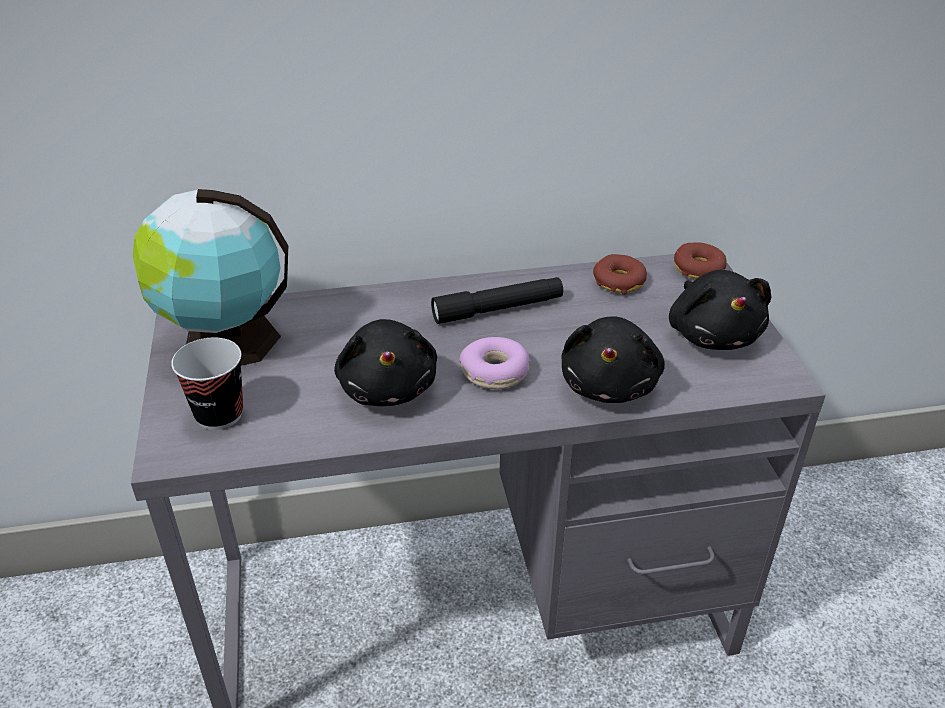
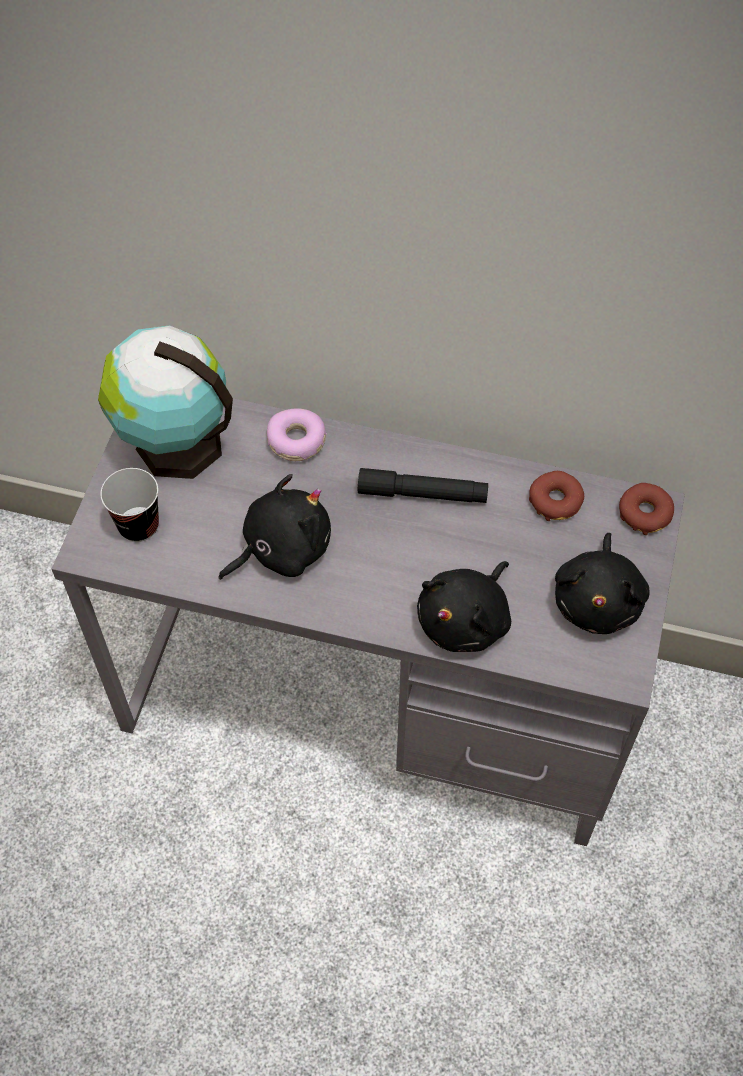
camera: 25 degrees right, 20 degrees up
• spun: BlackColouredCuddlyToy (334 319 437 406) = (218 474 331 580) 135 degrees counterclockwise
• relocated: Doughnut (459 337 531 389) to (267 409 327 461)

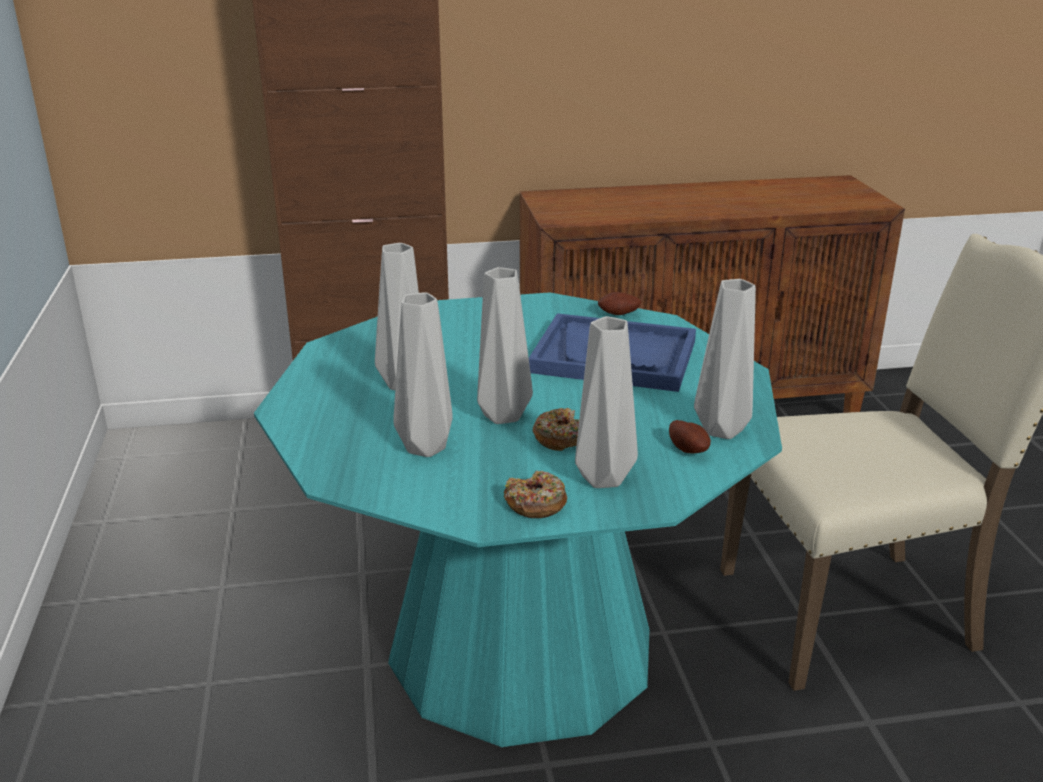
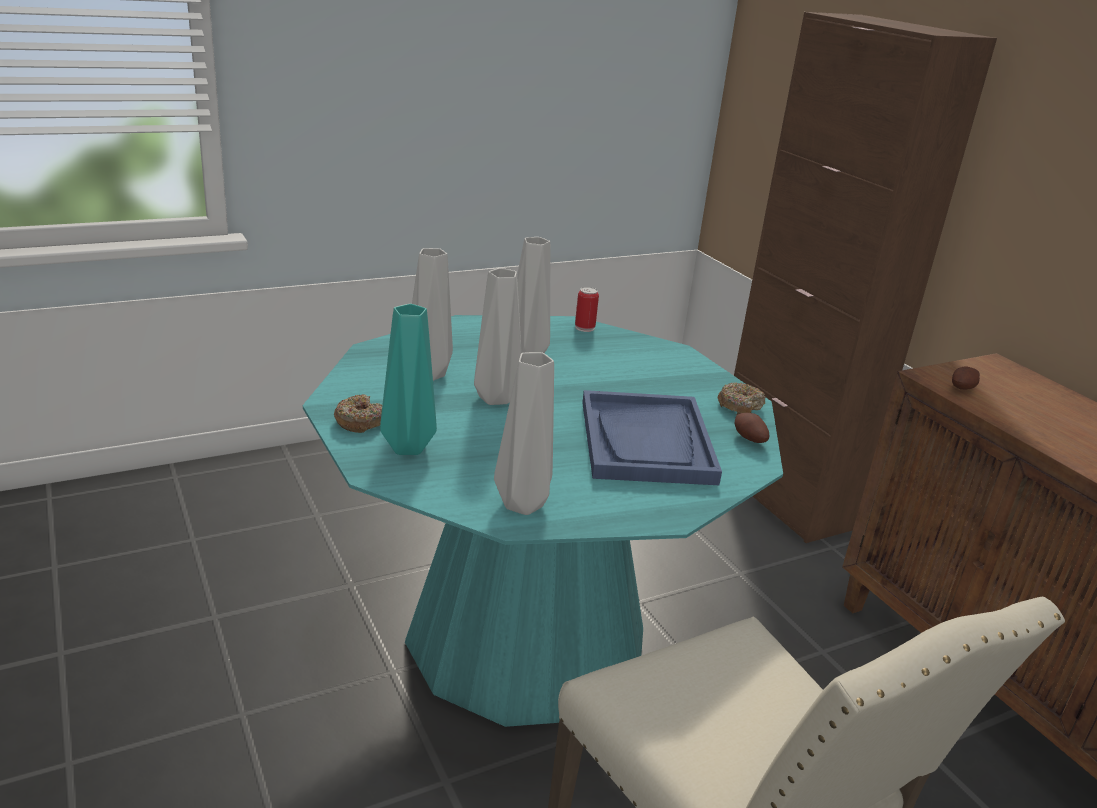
camera: 70 degrees right, 0 degrees up
• relocated: Doughnut (533 408 579 451) to (718 382 765 415)
• colour: GreyFlowerVase (575 316 638 488) to BlueGreenFlowerVase (380 304 437 455)
• relocated: Spud (669 420 711 454) to (952 366 980 390)
• appeared: MetalCan (575 287 599 332)

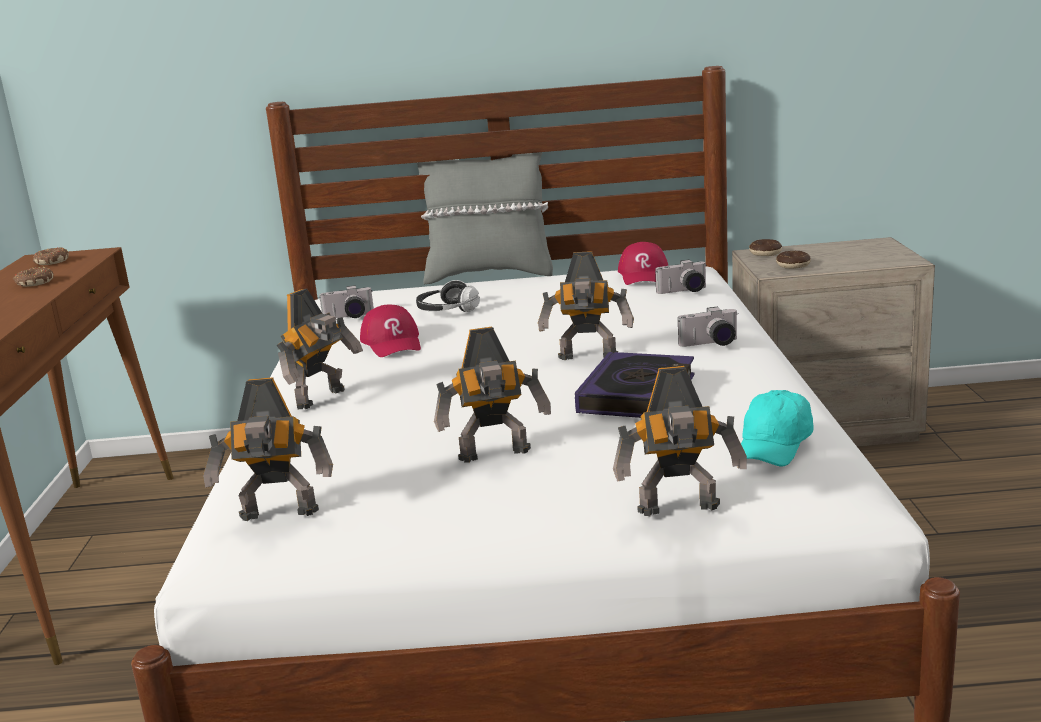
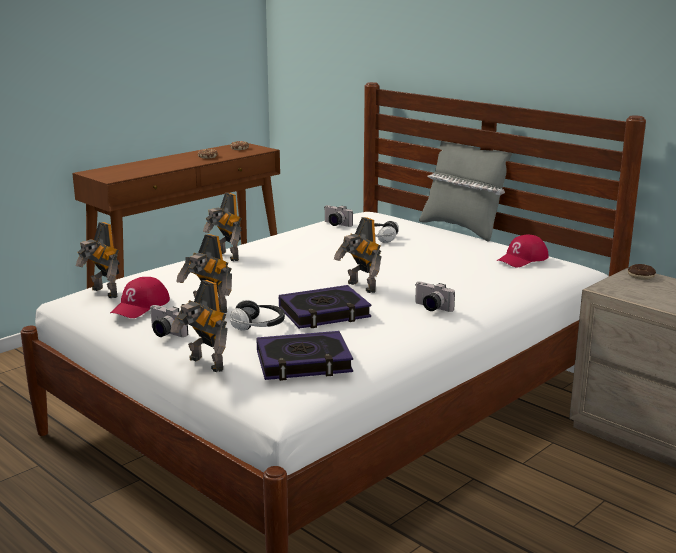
camera: 45 degrees right, 0 degrees up
• spun: RobotFigure (277 289 363 409) = (203 193 242 261) 60 degrees clockwise
• relocated: RedBaseballCap (360 305 421 357) to (110 277 170 318)
• relocated: StillCamera (655 260 707 294) to (150 305 188 337)
• exchanged: BlueGreenBaseballCap (741 390 813 467) to BoundBook (257 331 353 381)
• missing: Doughnut (776 251 811 269)
• appeared: Headset (230 300 285 331)

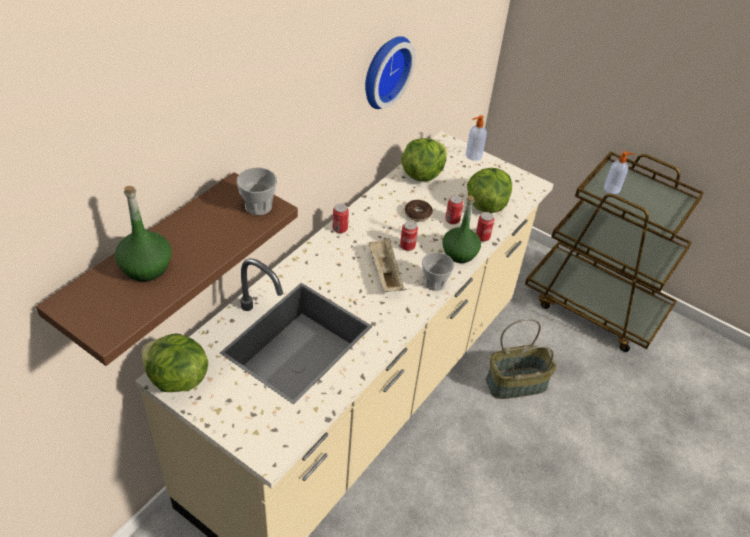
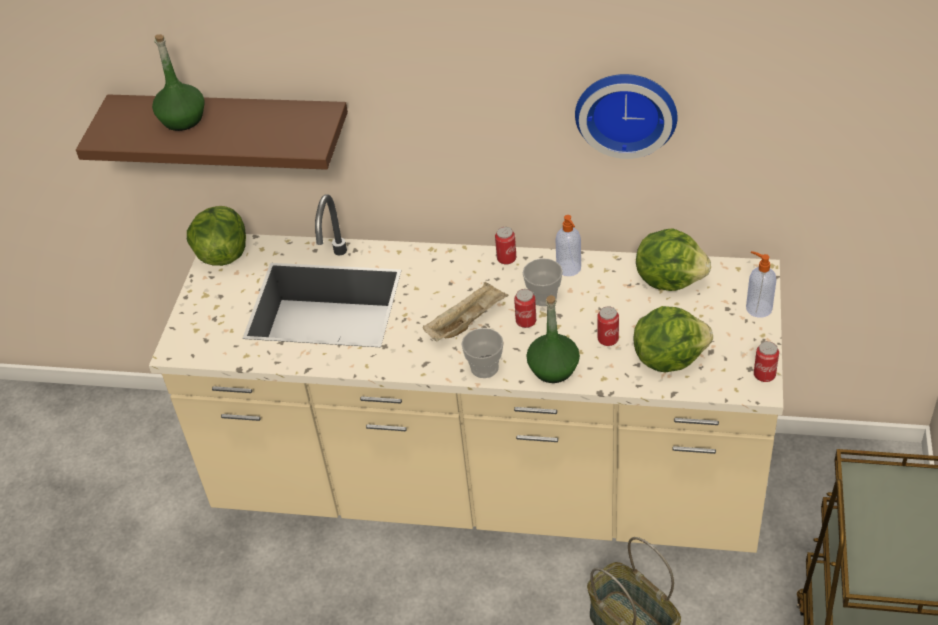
camera: 70 degrees right, 0 degrees up
• relocated: DrinkingCup (237 168 277 215) to (523 258 563 306)
• missing: Doughnut (405 200 433 221)
• relocated: MetalCan (476 212 494 241) to (754 341 779 382)
• relocated: LiquidSoapBottle (604 151 635 194) to (555 215 581 276)

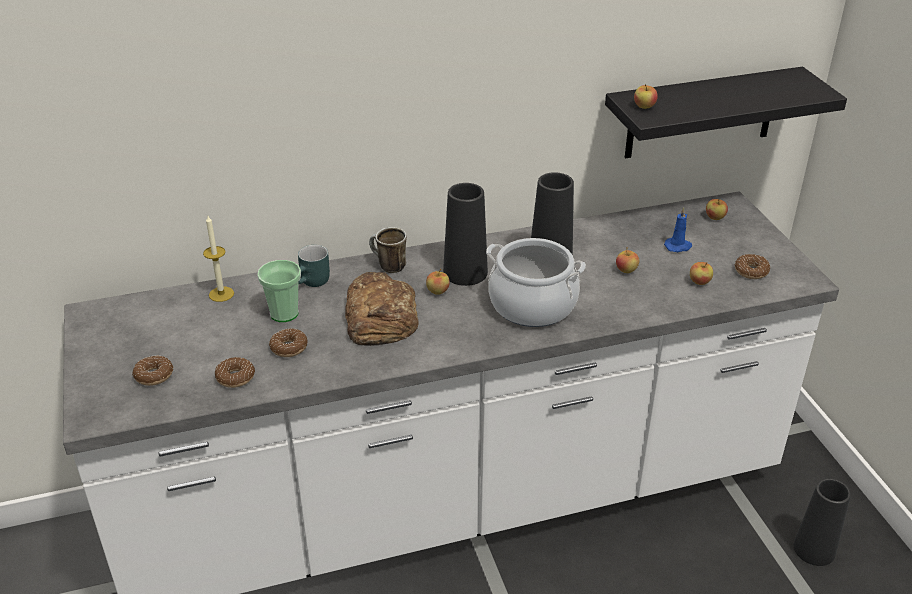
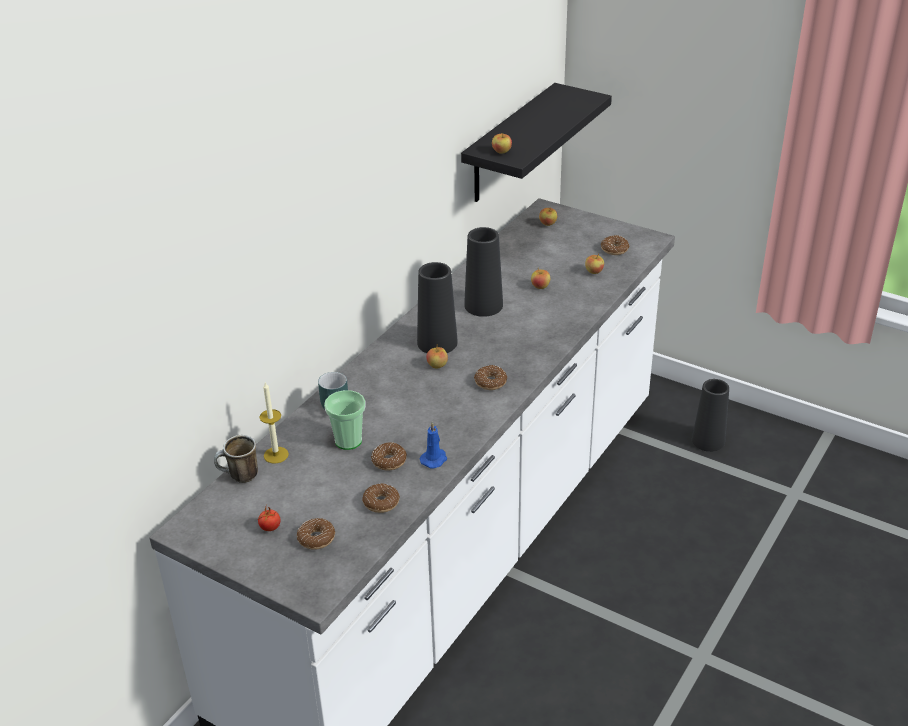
camera: 40 degrees left, 0 degrees up
• missing: BakeryBread (345 272 419 346)
• relocated: Mug (369 227 407 273) to (214 435 258 483)
• missing: CookingPot (486 238 586 327)
• relocated: BluishCandle (664 207 692 252) to (419 422 447 469)
• appeared: WholeTomato (258 507 280 531)
• appeared: Doughnut (474 365 507 390)

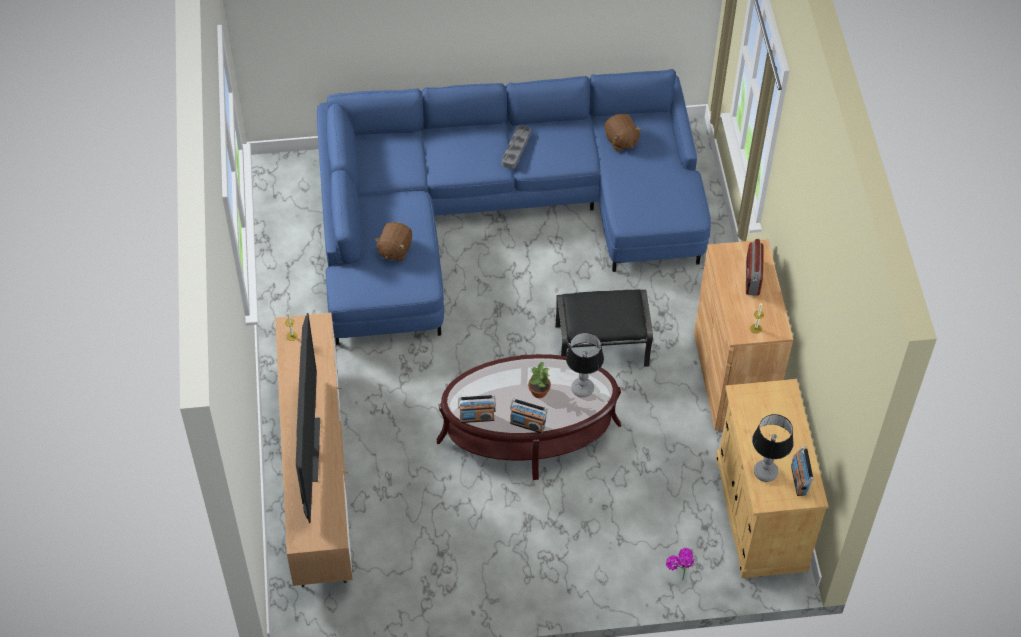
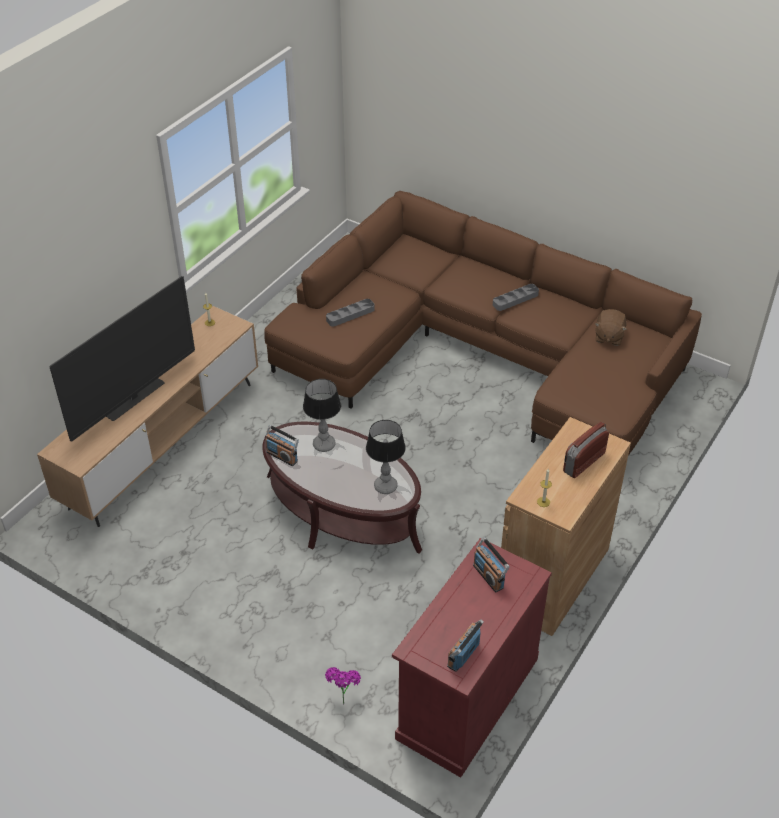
camera: 40 degrees right, 10 degrees down
• colour: BluishSofa (317 69 711 345) to BrownColouredSofa (264 191 702 456)
• exchanged: BrownColouredCuddlyToy (374 222 412 261) to GreyCarryingTray (326 299 374 327)
• relocated: RadioReceiver (510 399 548 433) to (473 537 510 592)
• missing: Houseplant (528 361 551 398)
• missing: BlackColouredFootrest (555 289 653 367)
• colour: BeigeColouredStorageCabinet (716 379 828 578) to RedStorageCabinet (392 538 552 778)
• relocated: LampForATable (752 414 794 482) to (303 379 341 452)

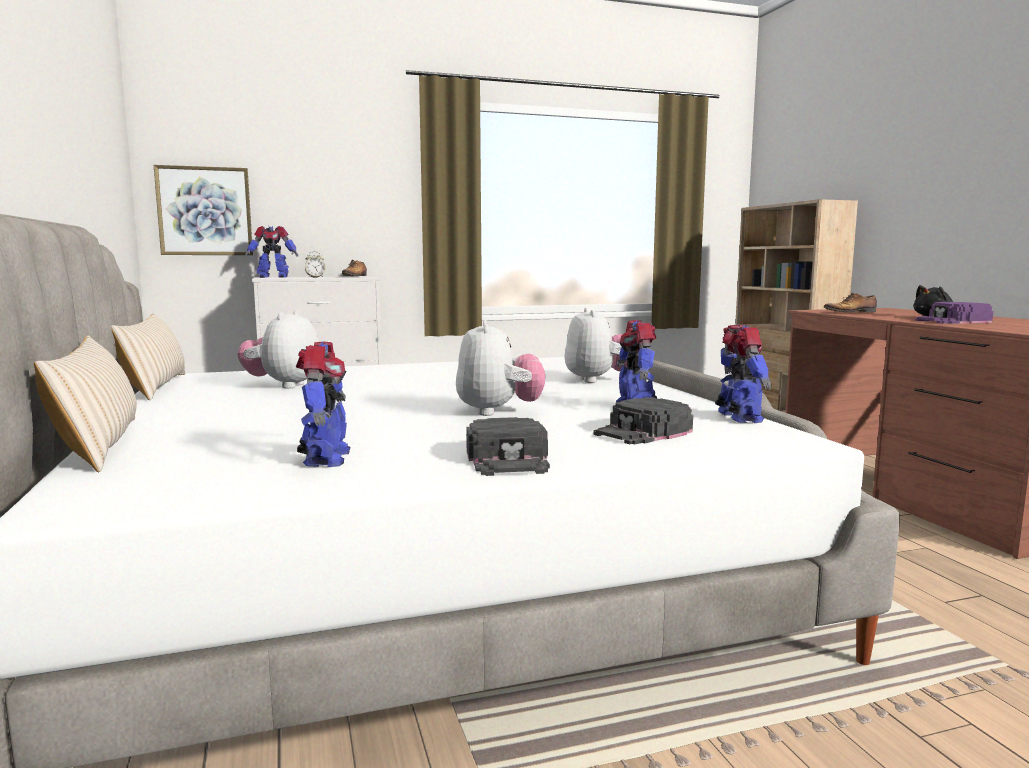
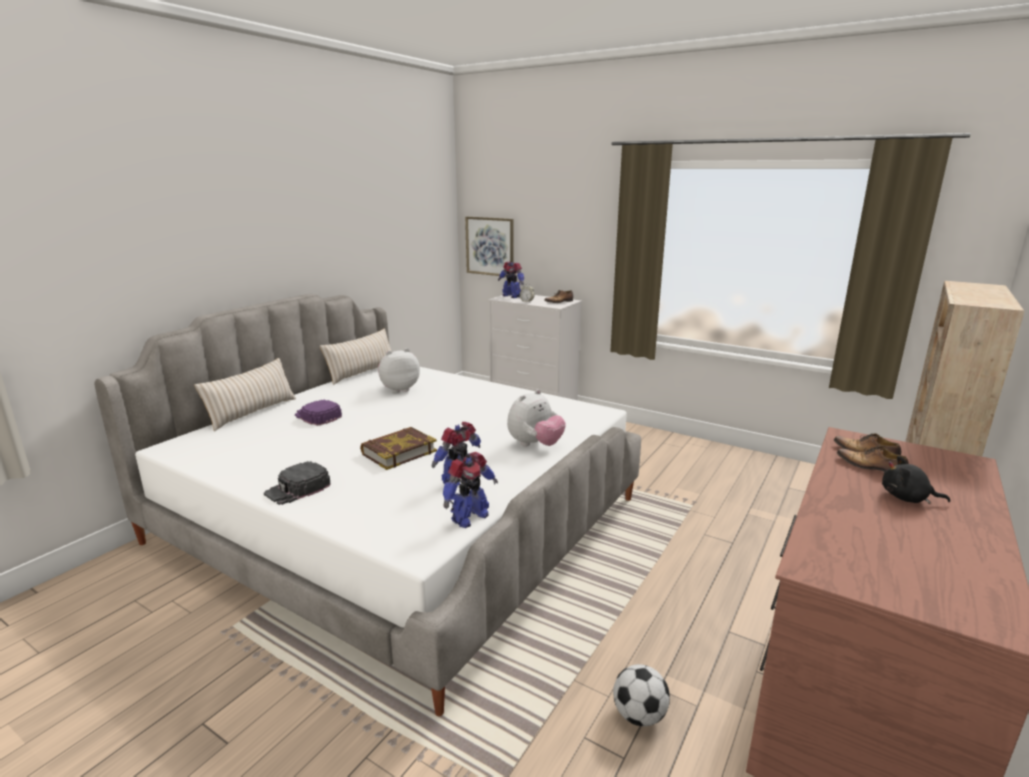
camera: 50 degrees right, 10 degrees up
• missing: RobotFigure (296 341 350 467)
• exchanged: CuddlyToy (456 320 545 416) to BoundBook (360 427 437 470)
• missing: BlackColouredBaseballCap (593 397 693 445)
• relocated: PurpleBaseballCap (915 302 994 324) to (295 400 342 426)
• appeared: Football (613 664 670 726)
• appeared: ItemOfFootwear (837 446 909 474)

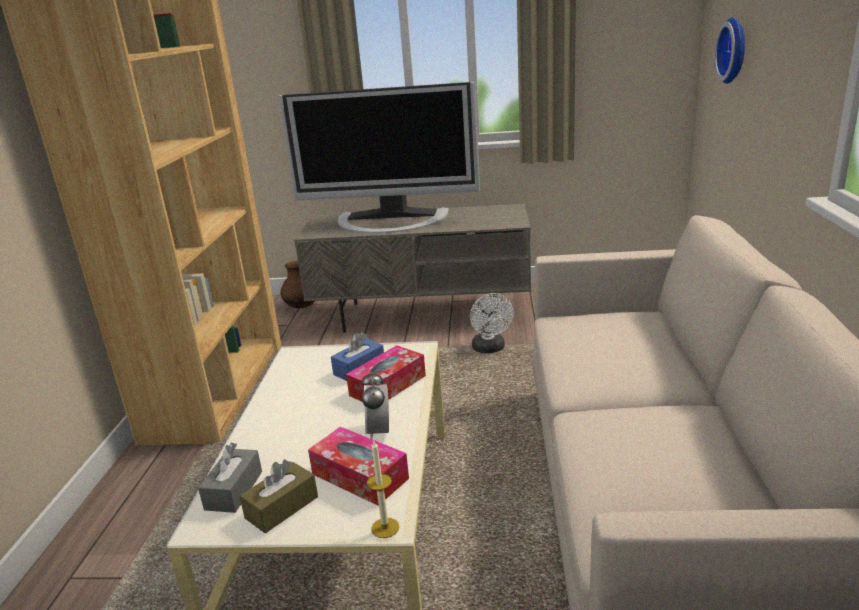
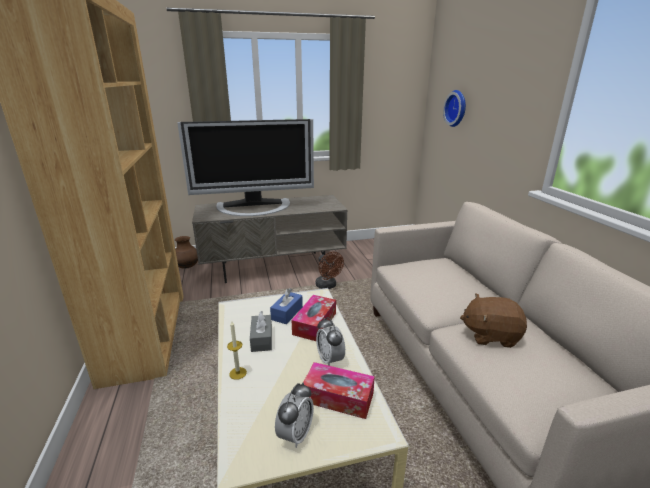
camera: 20 degrees left, 0 degrees up
• relocated: GreyBoxOfTissues (198 442 262 513) to (250 311 272 352)
• exchanged: BrownColouredBoxOfTissues (239 460 318 533) to AlarmClock (275 382 314 448)
• relocated: Candle (367 441 399 538) to (227 321 247 380)
• colour: WhiteColouredElectricFan (470 293 514 353) to BrownColouredElectricFan (315 252 344 289)
• appeared: BrownColouredCuddlyToy (460 293 527 348)

